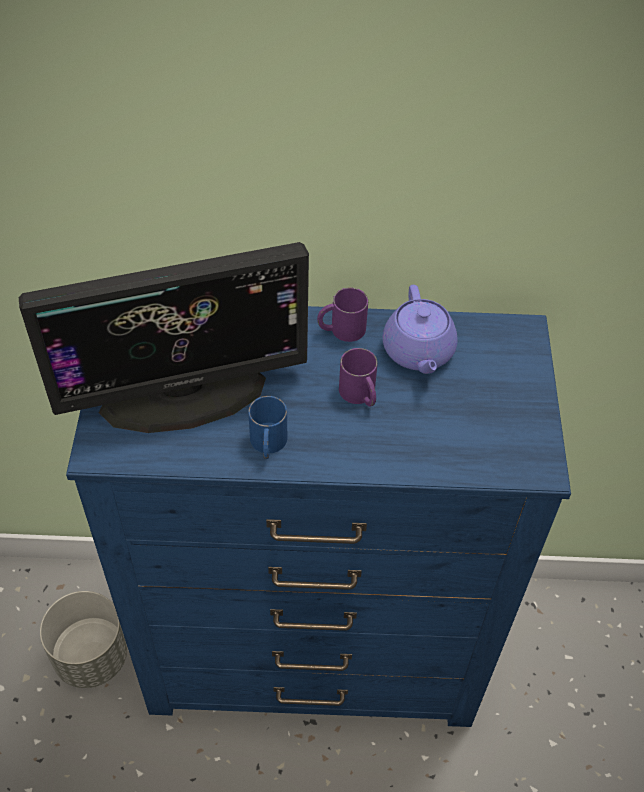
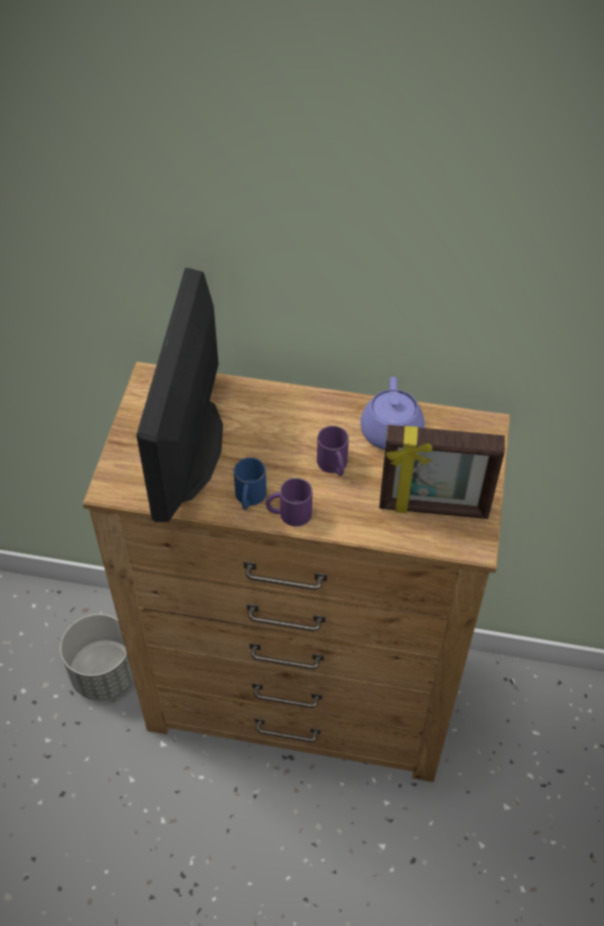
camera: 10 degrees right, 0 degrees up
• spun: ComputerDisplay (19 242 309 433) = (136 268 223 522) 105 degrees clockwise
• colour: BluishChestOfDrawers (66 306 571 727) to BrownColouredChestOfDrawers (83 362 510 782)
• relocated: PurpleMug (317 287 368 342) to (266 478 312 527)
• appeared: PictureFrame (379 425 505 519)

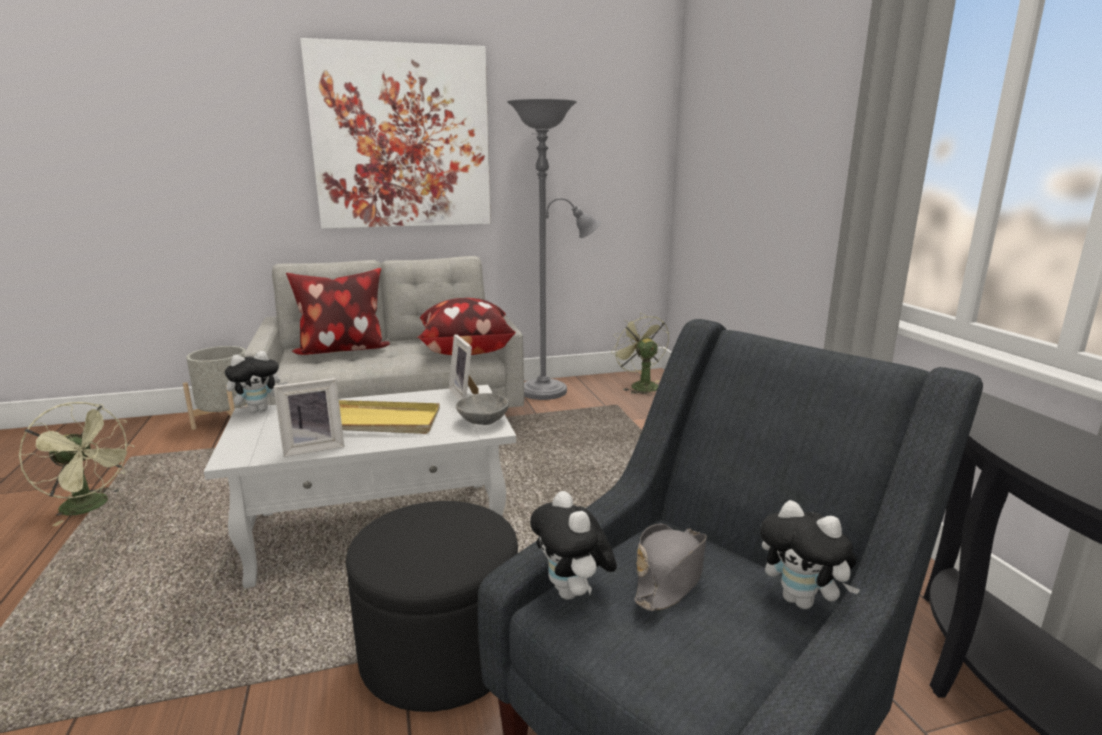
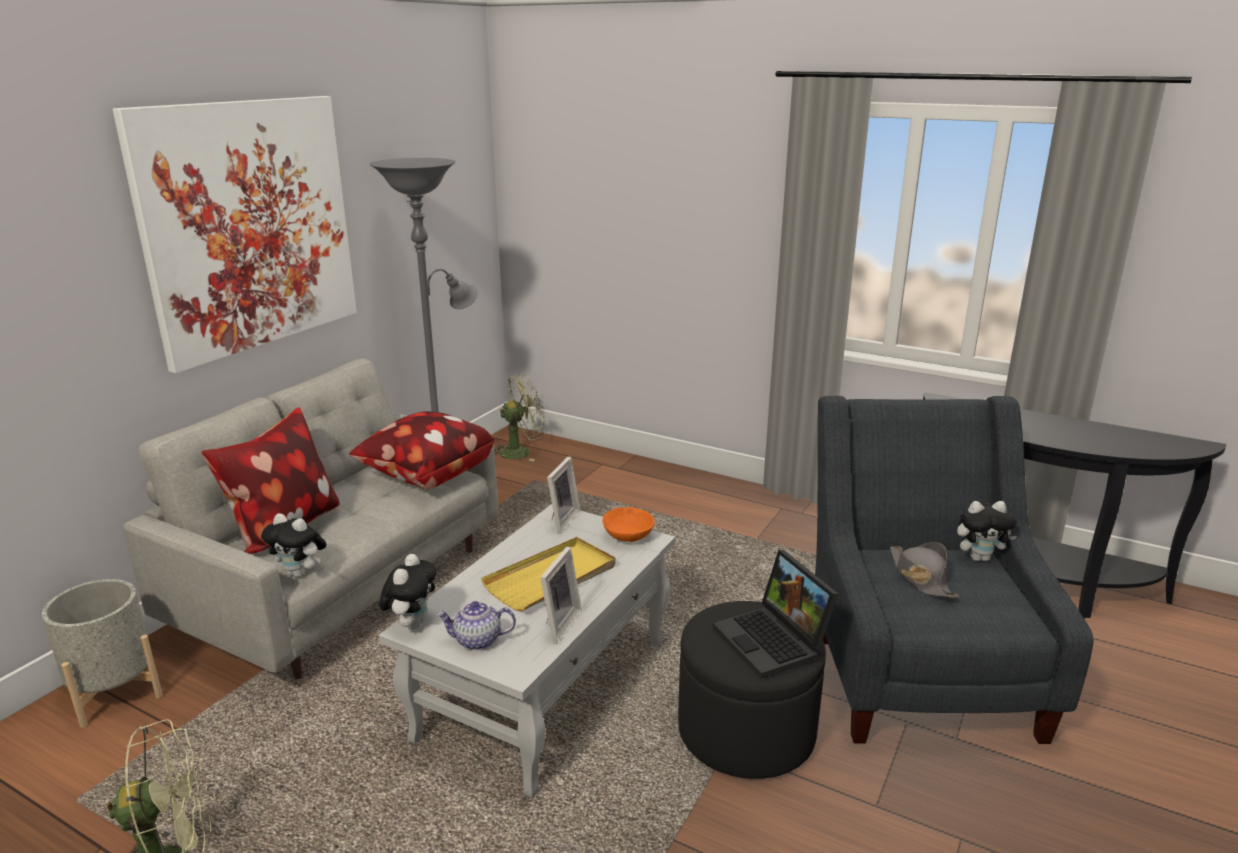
camera: 45 degrees left, 5 degrees up
• spun: PictureFrame (449 335 479 400) = (547 457 580 534) 90 degrees counterclockwise
• colour: GreyServingBowl (456 393 509 425) to OrangeServingBowl (602 507 655 542)
• relocated: CuddlyToy (530 491 617 600) to (261 513 326 578)
• spun: GreenElectricFan (611 313 669 395) = (494 375 546 462) 135 degrees clockwise
• appeared: PotForTea (437 601 516 650)
• appeared: NotebookComputer (713 550 838 679)

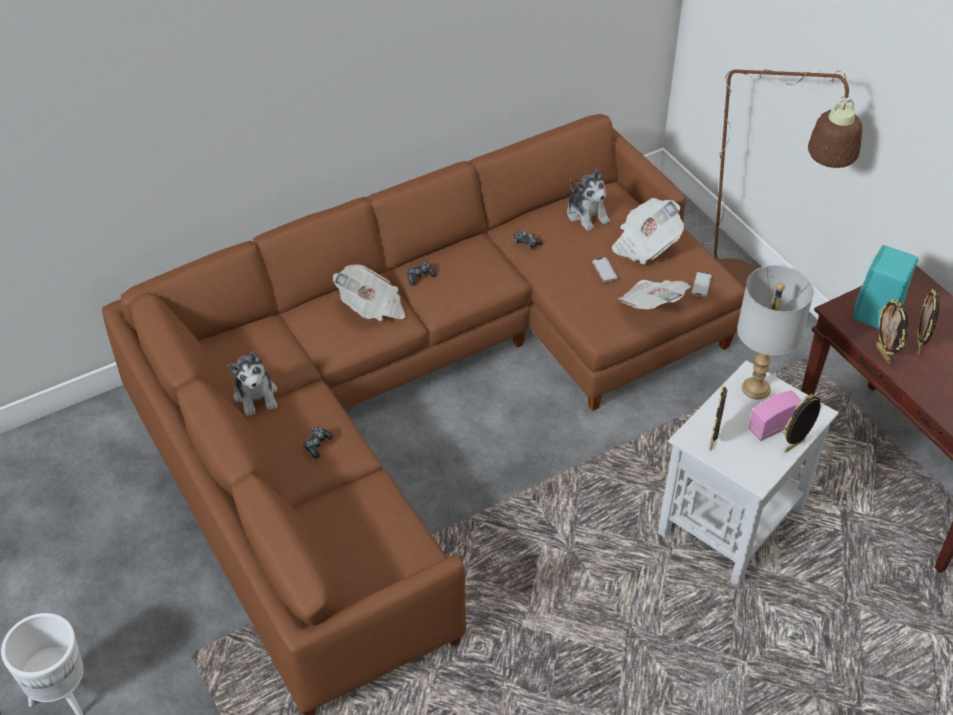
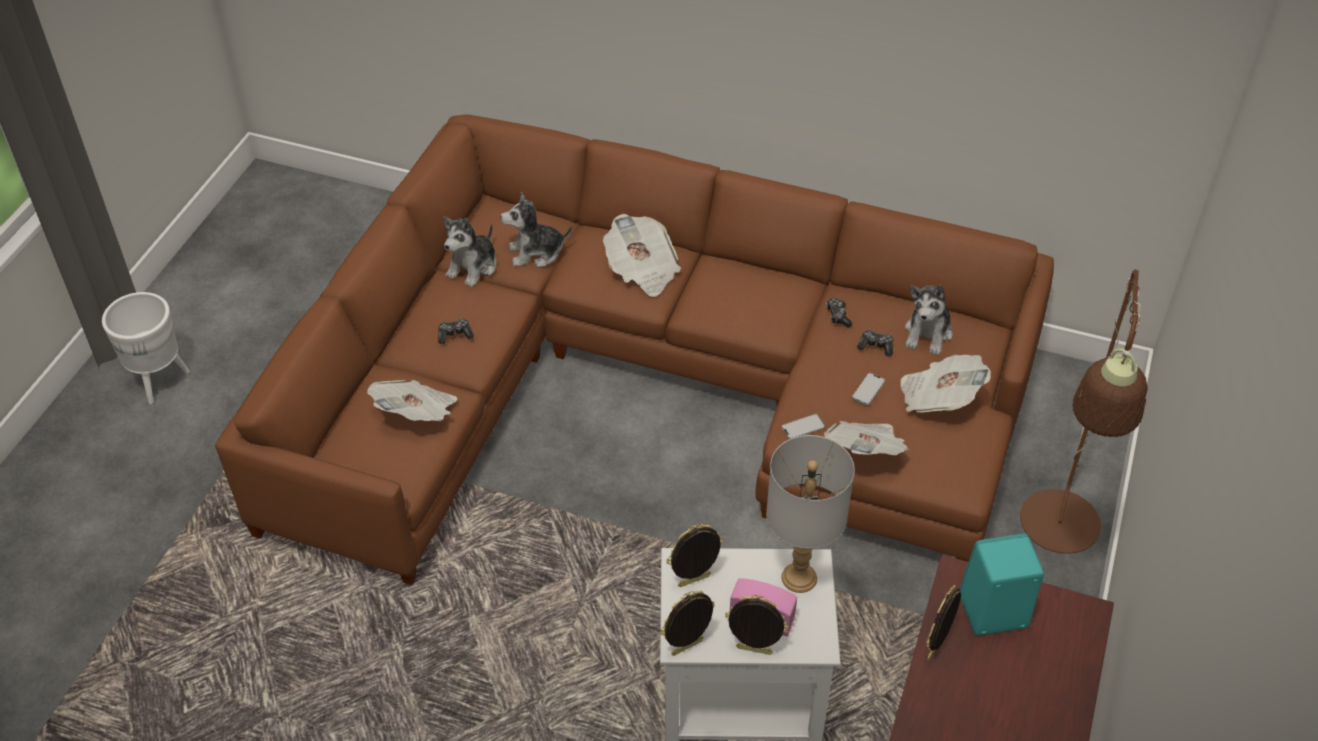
camera: 50 degrees right, 0 degrees up
• relocated: Gamepad (407 262 437 286) to (857 330 893 357)
• relocated: Phone (691 272 712 297) to (782 414 825 439)
• relocated: PictureFrame (916 289 940 355) to (660 590 715 656)
• appeared: DailyPaper (367 380 458 421)
• appeared: CuddlyToy (500 192 572 268)

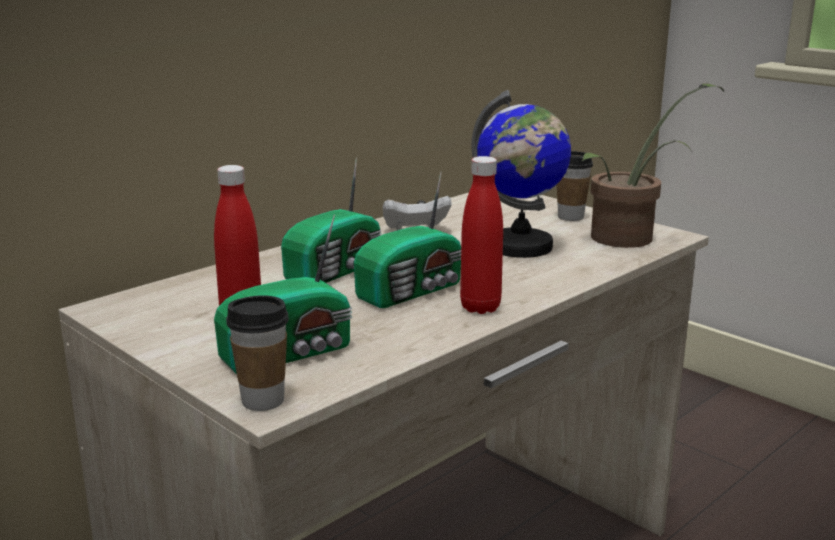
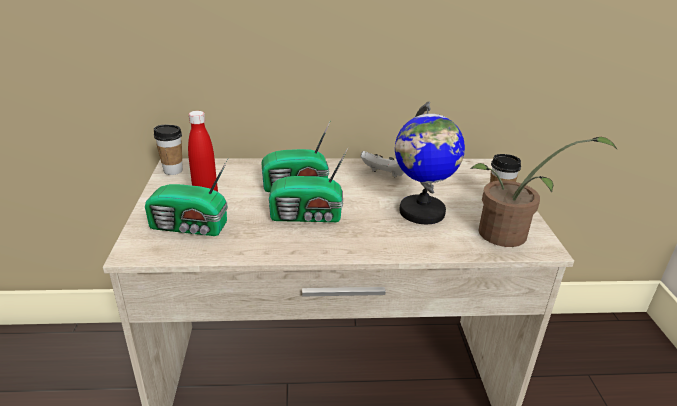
camera: 40 degrees right, 10 degrees up
• relocated: DrinkingCup (226 295 289 411) to (154 125 183 175)
• missing: RedBeverageBottle (460 156 503 314)

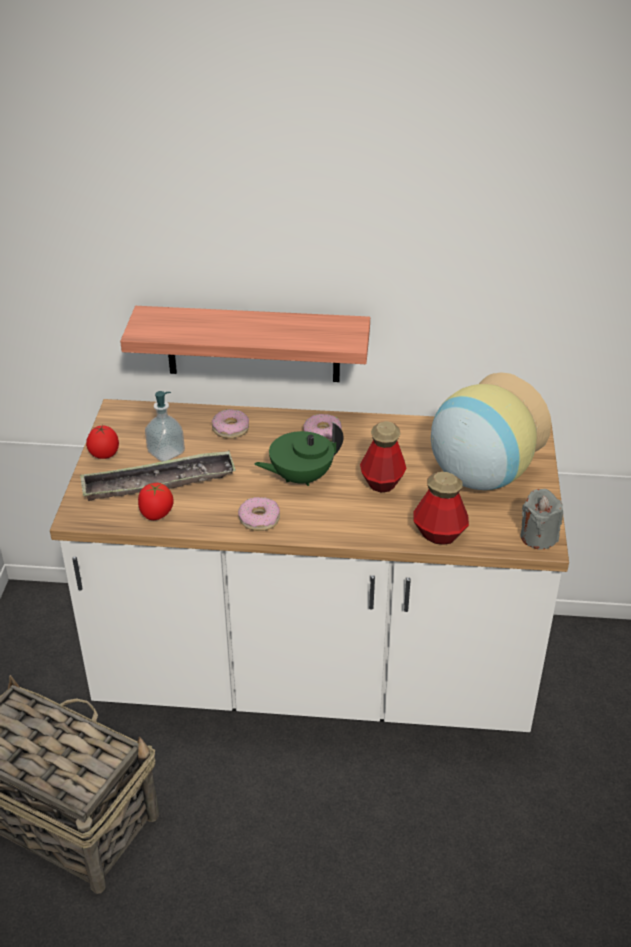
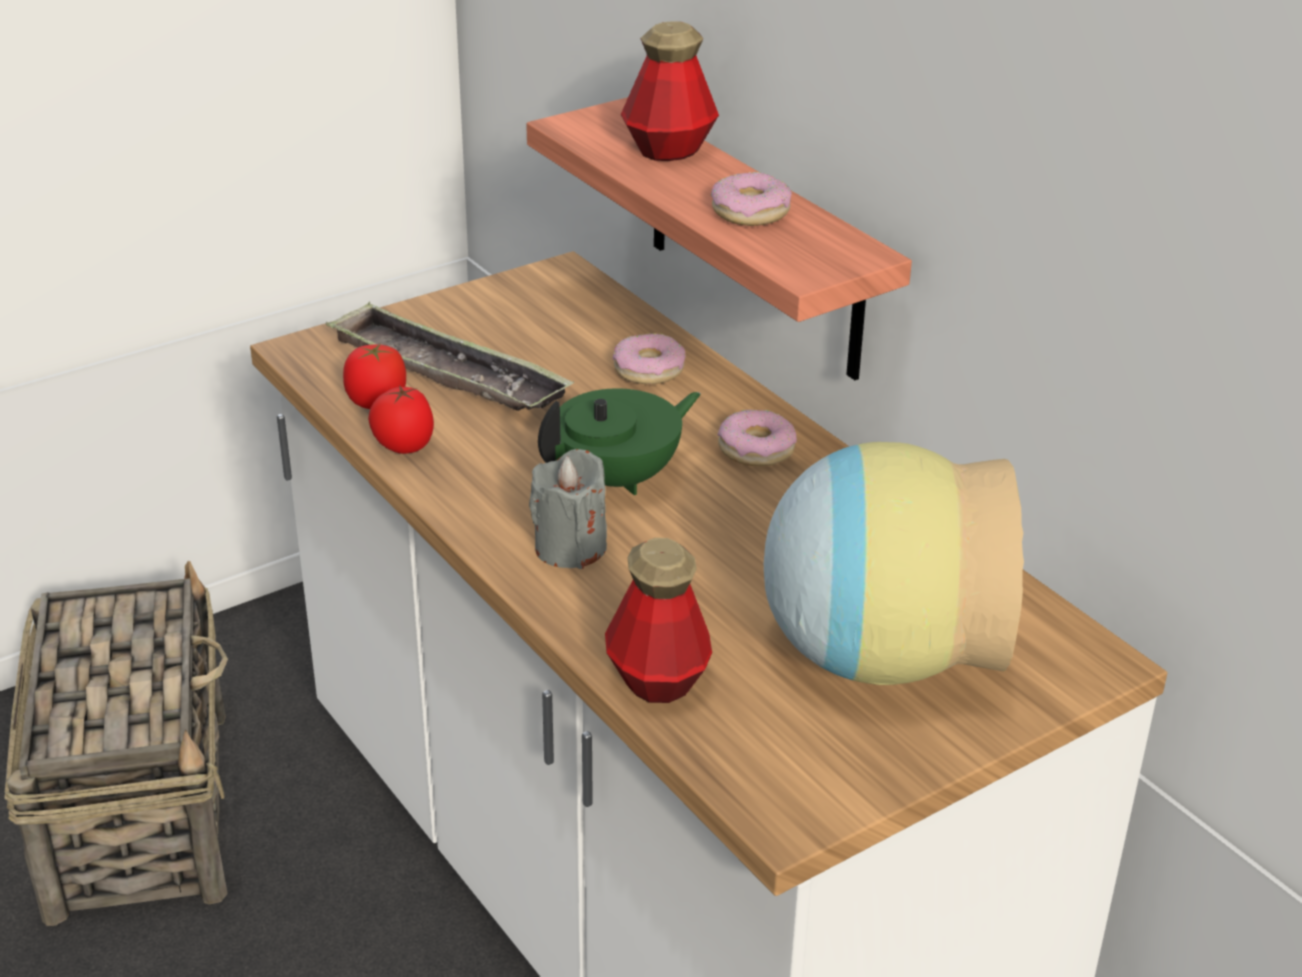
camera: 50 degrees right, 5 degrees down
• relocated: WholeTomato (86 424 119 459) to (368 386 434 454)
• missing: LiquidSoapBottle (145 391 185 462)
• relocated: Doughnut (238 497 280 531) to (711 172 792 226)
• spun: GreenPotForTea (254 422 343 486) = (538 388 701 495) 120 degrees clockwise
• relocated: BeverageBottle (360 421 406 492) to (621 21 719 161)
• relocated: GreyCandle (521 489 563 549) to (529 449 607 569)

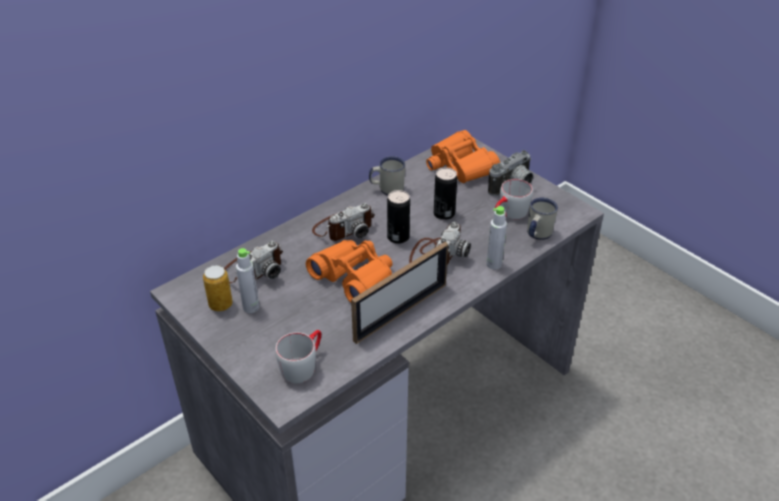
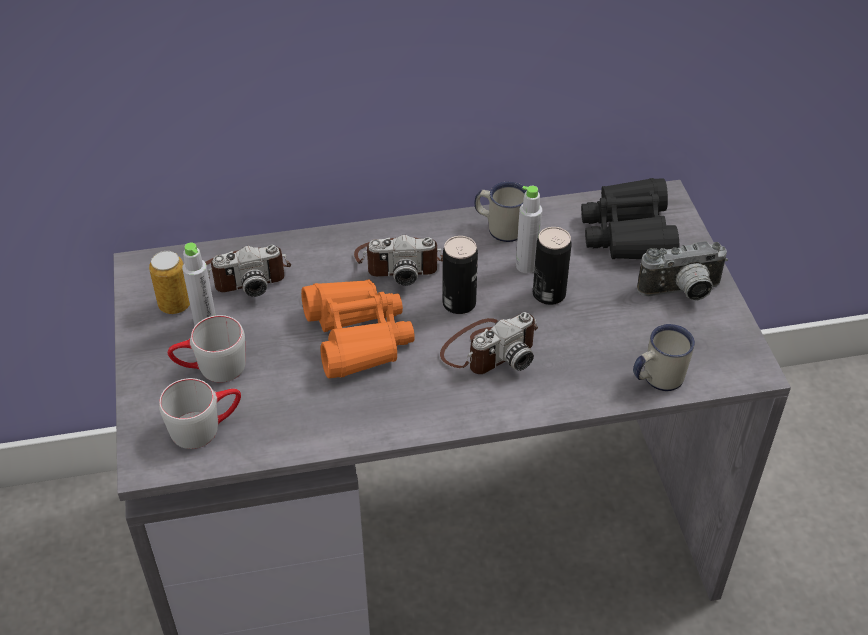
camera: 30 degrees right, 5 degrees up
• missing: PictureFrame (351 242 448 344)
• colour: OrangePairOfBinoculars (426 130 500 183) to BlackColouredPairOfBinoculars (581 178 680 259)
• relocated: GreyBeverageBottle (486 206 507 269) to (516 186 542 273)
• relocated: GreyMug (495 179 533 220) to (168 315 246 383)

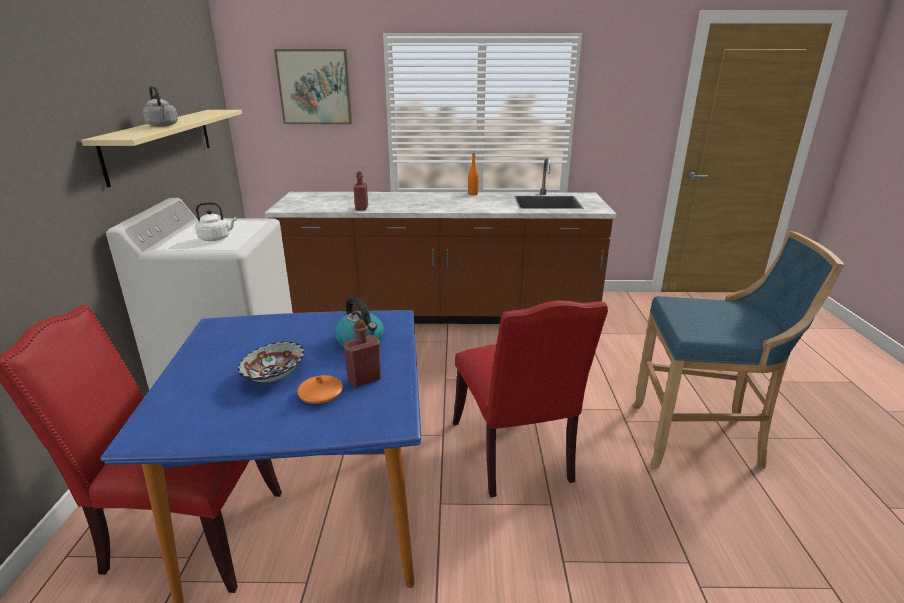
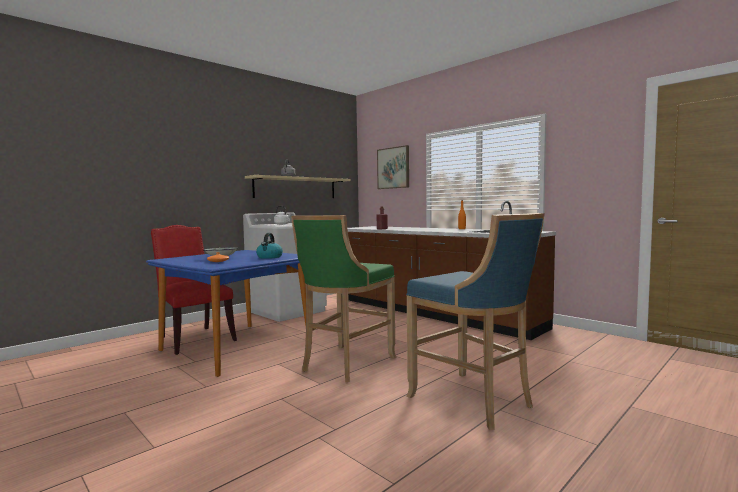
camera: 45 degrees right, 20 degrees down
• missing: RedBeverageBottle (343 320 381 387)
• exchanged: RedChair (453 300 608 497) to GreenSittingStool (291 215 396 382)

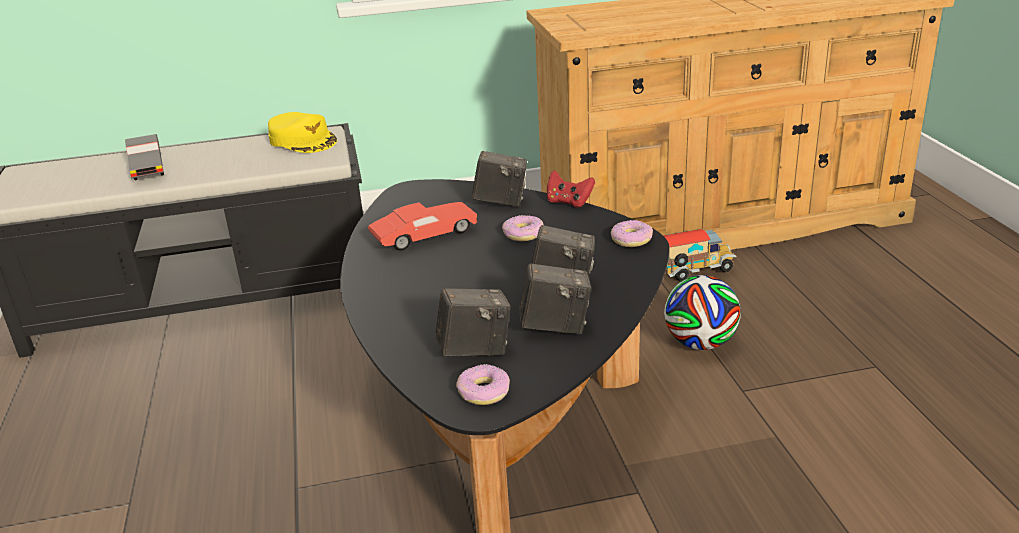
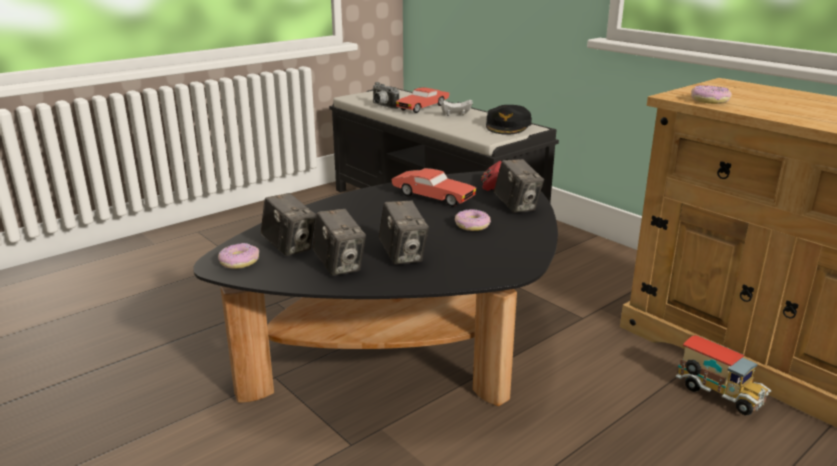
camera: 60 degrees right, 5 degrees down
• colour: GreyToyCar (125 134 164 180) to RedToyCar (396 87 449 113)
• colour: YellowBaseballCap (268 112 337 153) to BlackColouredBaseballCap (486 105 532 135)
• relocated: RedGamepad (547 171 595 207) to (481 161 501 191)
• relocated: Doughnut (611 220 653 247) to (691 85 732 104)
• missing: Football (664 275 741 350)
• appeared: StillCamera (373 82 399 109)
• appeared: WhiteColouredGamepad (441 100 473 116)

